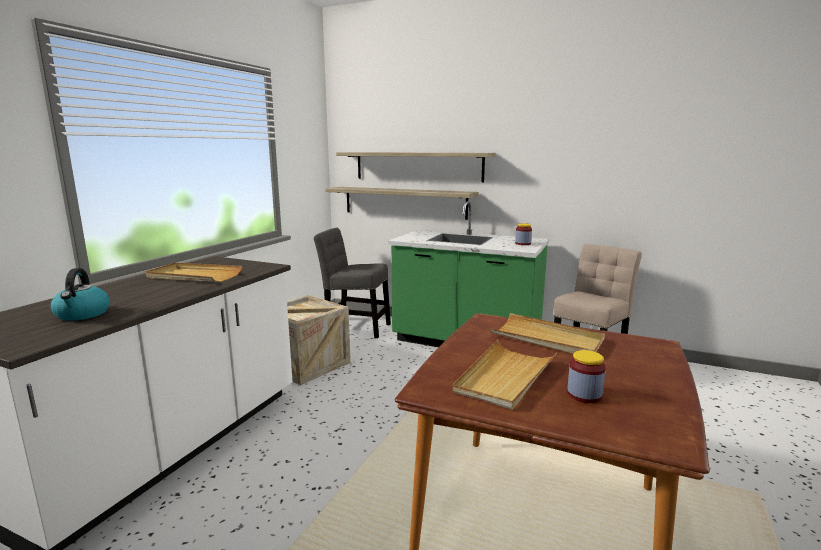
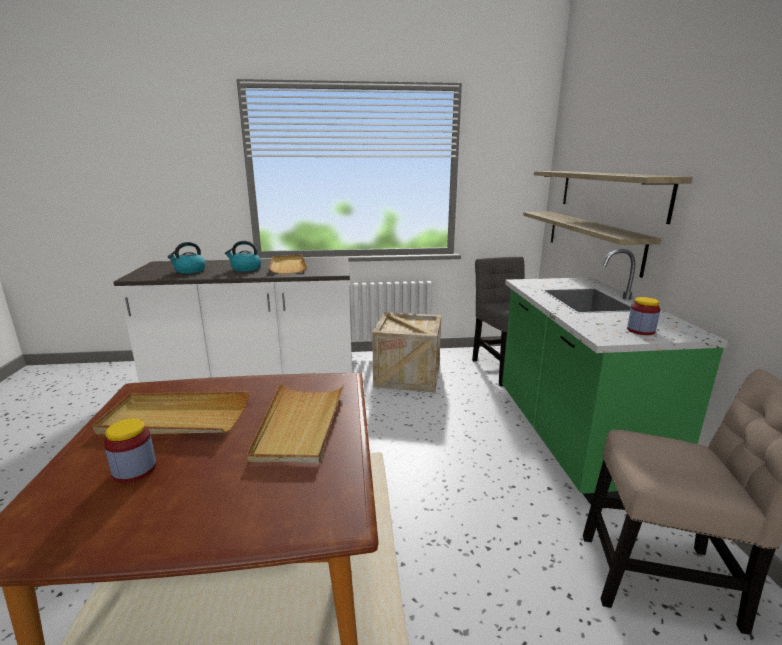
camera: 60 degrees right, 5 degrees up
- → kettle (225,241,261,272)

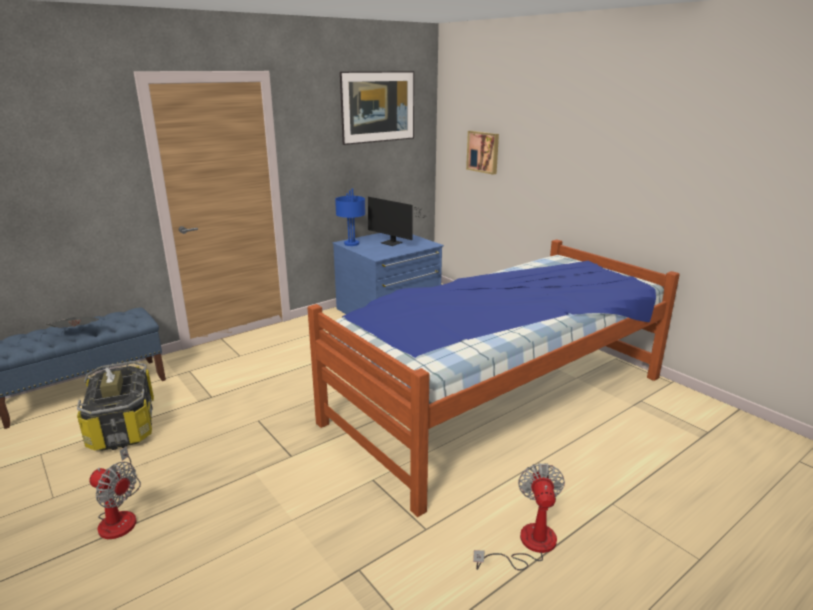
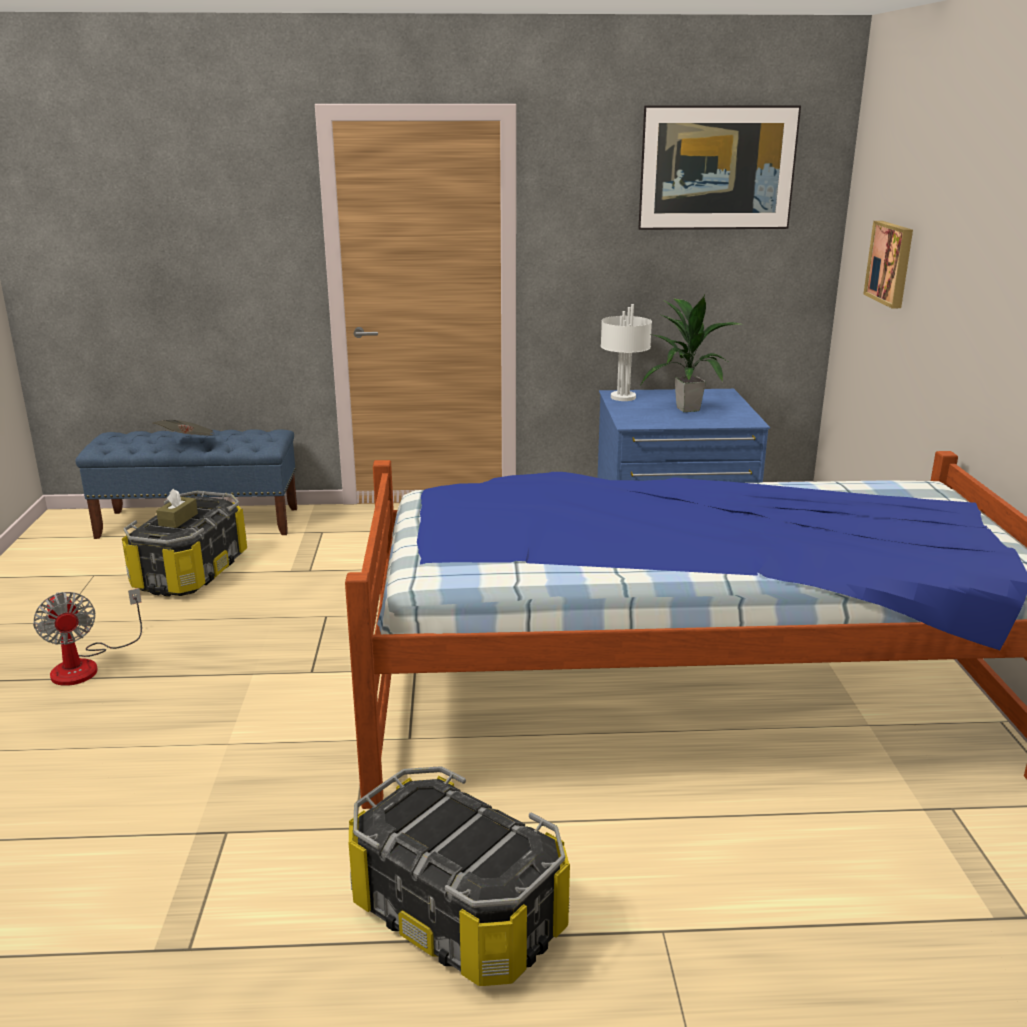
camera: 35 degrees right, 0 degrees up
blue table lamp (335,188,365,246) → white table lamp (601,304,652,401)
monitor (368,197,428,246) → potted plant (639,295,741,412)
fan (473,463,565,570) → storage box (349,766,570,986)

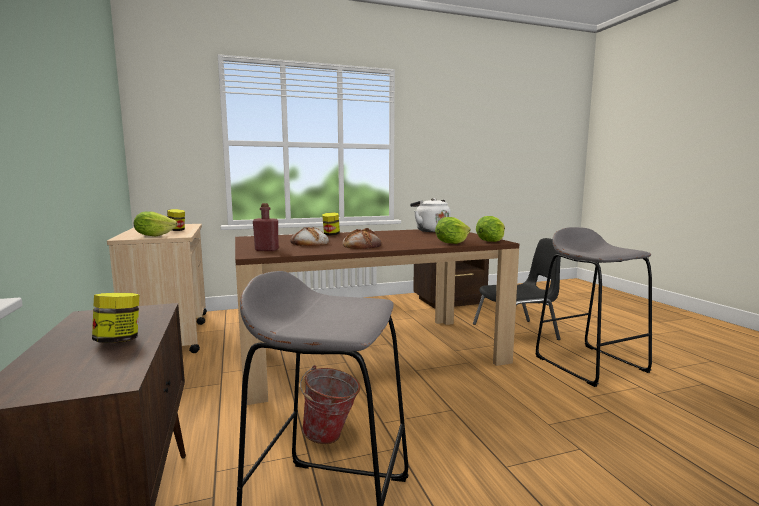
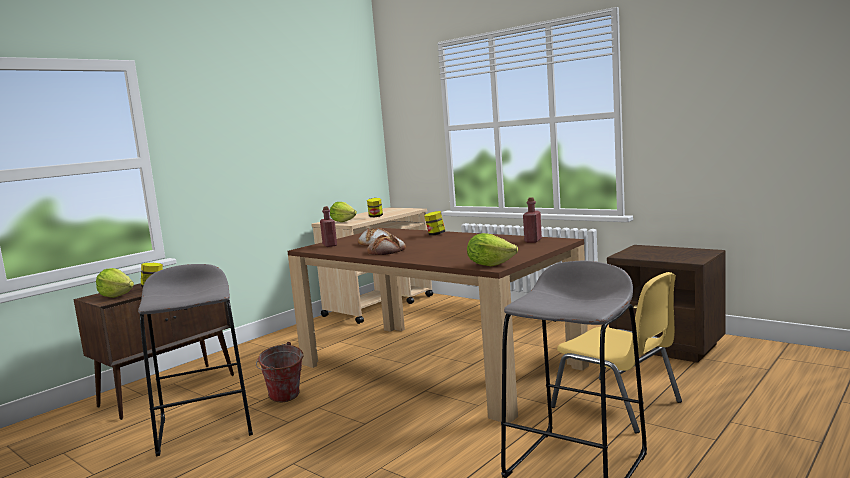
camera: 60 degrees right, 0 degrees up
white kettle (410,198,451,232) → red bottle (523,197,542,243)
lettuce (435,217,471,244) → lettuce (96,268,134,298), move
black chair (473,238,561,340) → yellow chair (551,272,682,433)

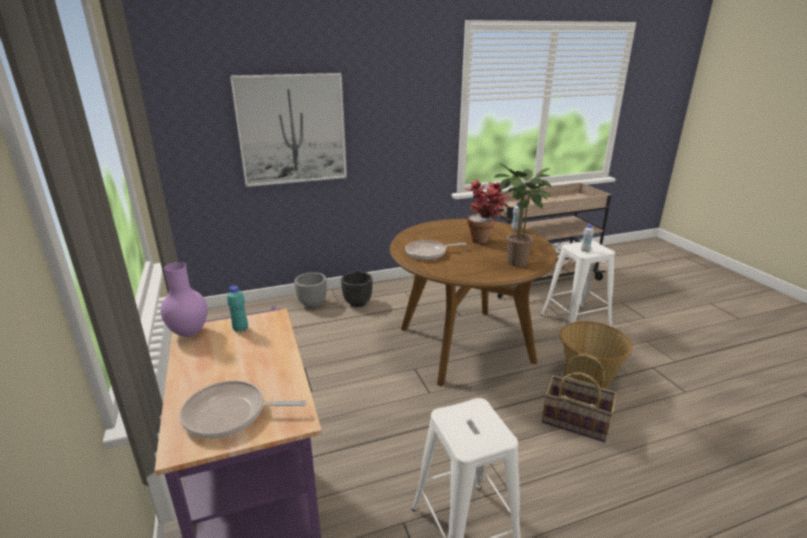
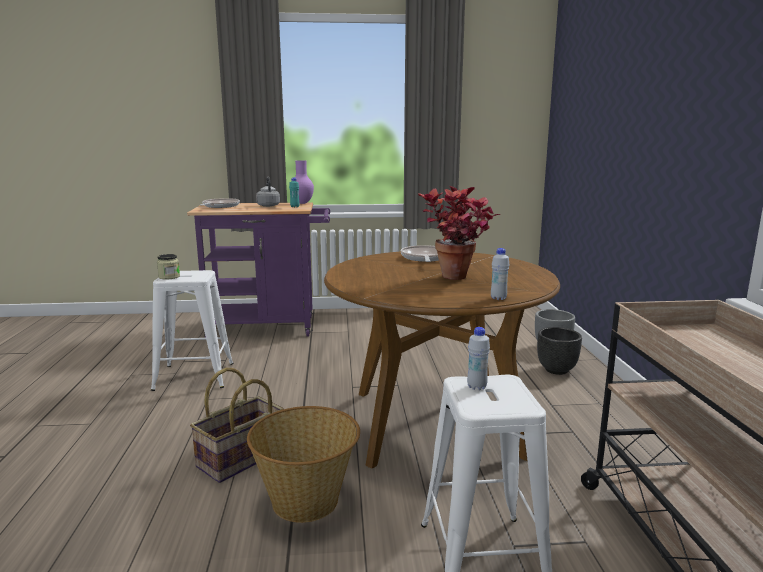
camera: 105 degrees right, 10 degrees down
picture (230,73,347,187) → -
potted plant (494,163,552,267) → -
- → jar (157,254,180,280)
- → grey kettle (256,177,280,207)

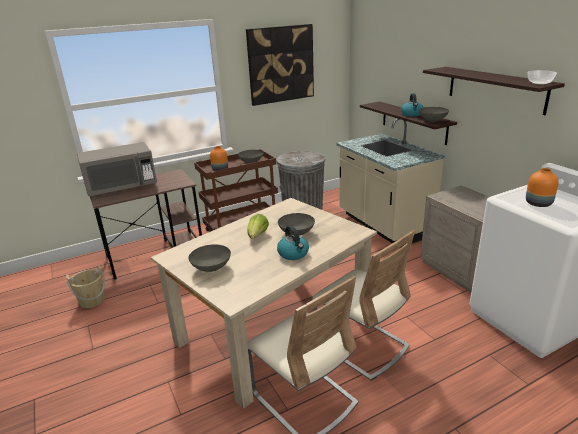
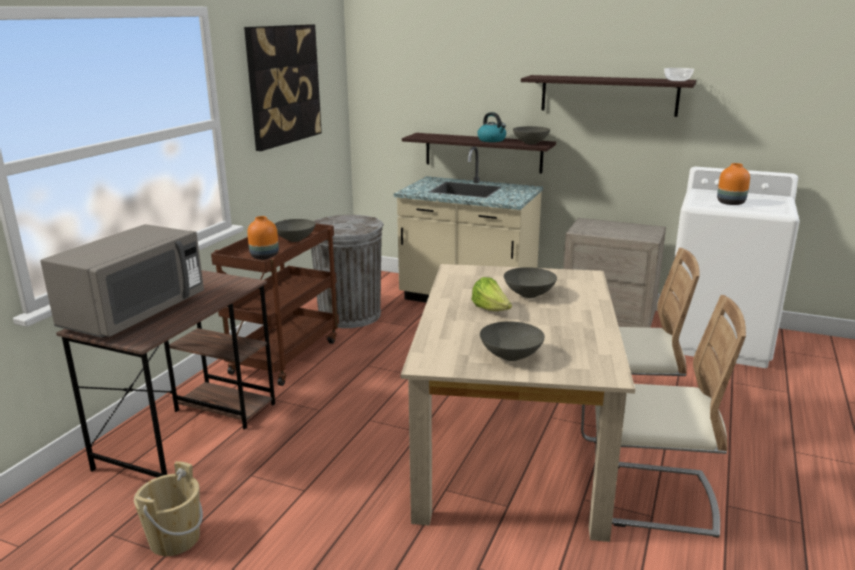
camera: 40 degrees left, 5 degrees down
kettle (277,225,309,260) → -

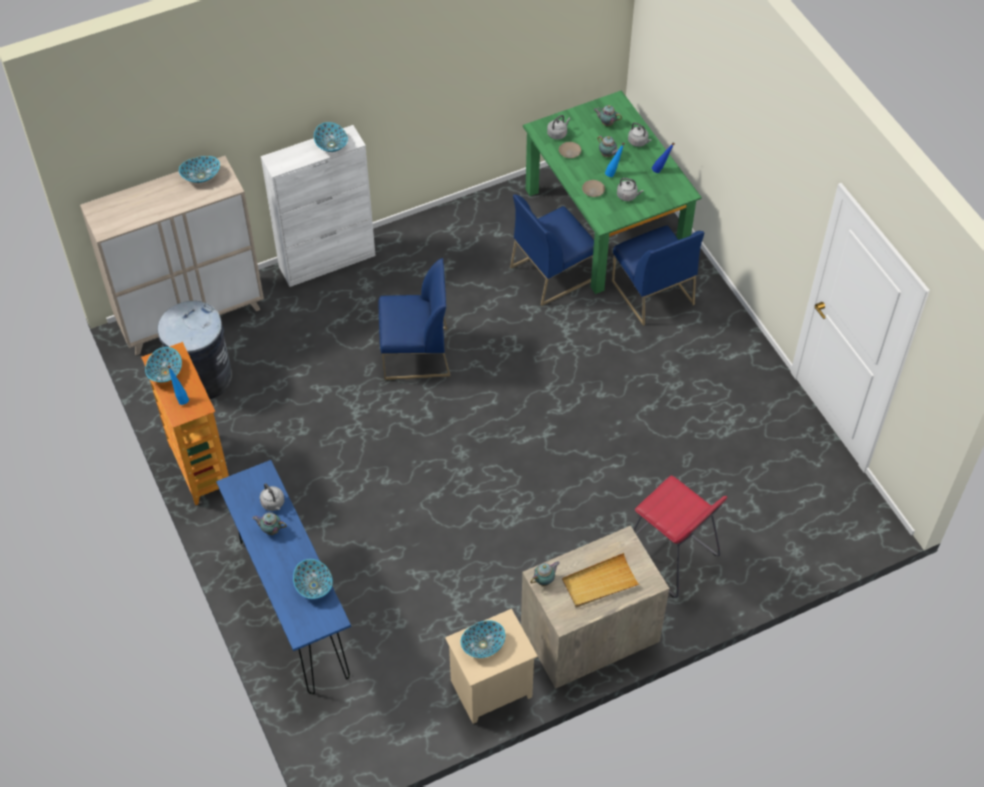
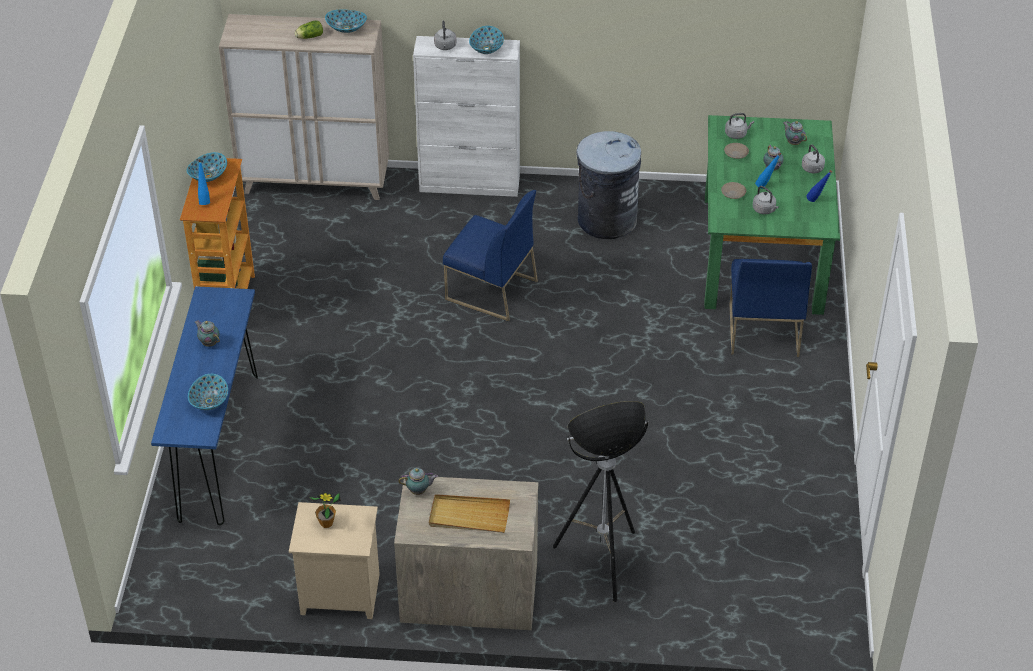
camera: 30 degrees right, 10 degrees down
grey trash can (157,301,232,399) → grey trash can (576,131,641,239), move
grey kettle (260,483,284,511) → grey kettle (434,21,456,50), move
bowl (461,620,505,658) → potted plant (309,492,341,528)
blue chair (510,194,594,306) → -
red stool (633,476,727,598) → floor lamp (553,401,648,602)
- → lettuce (294,20,323,39)

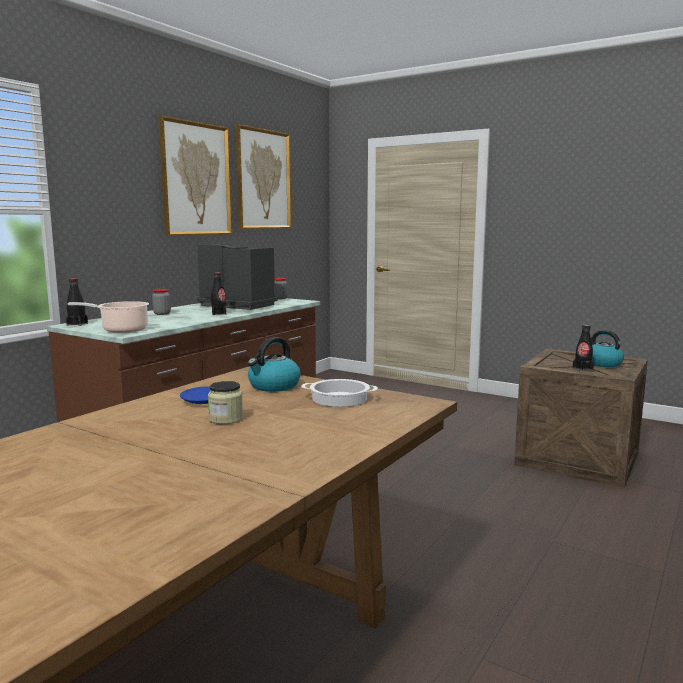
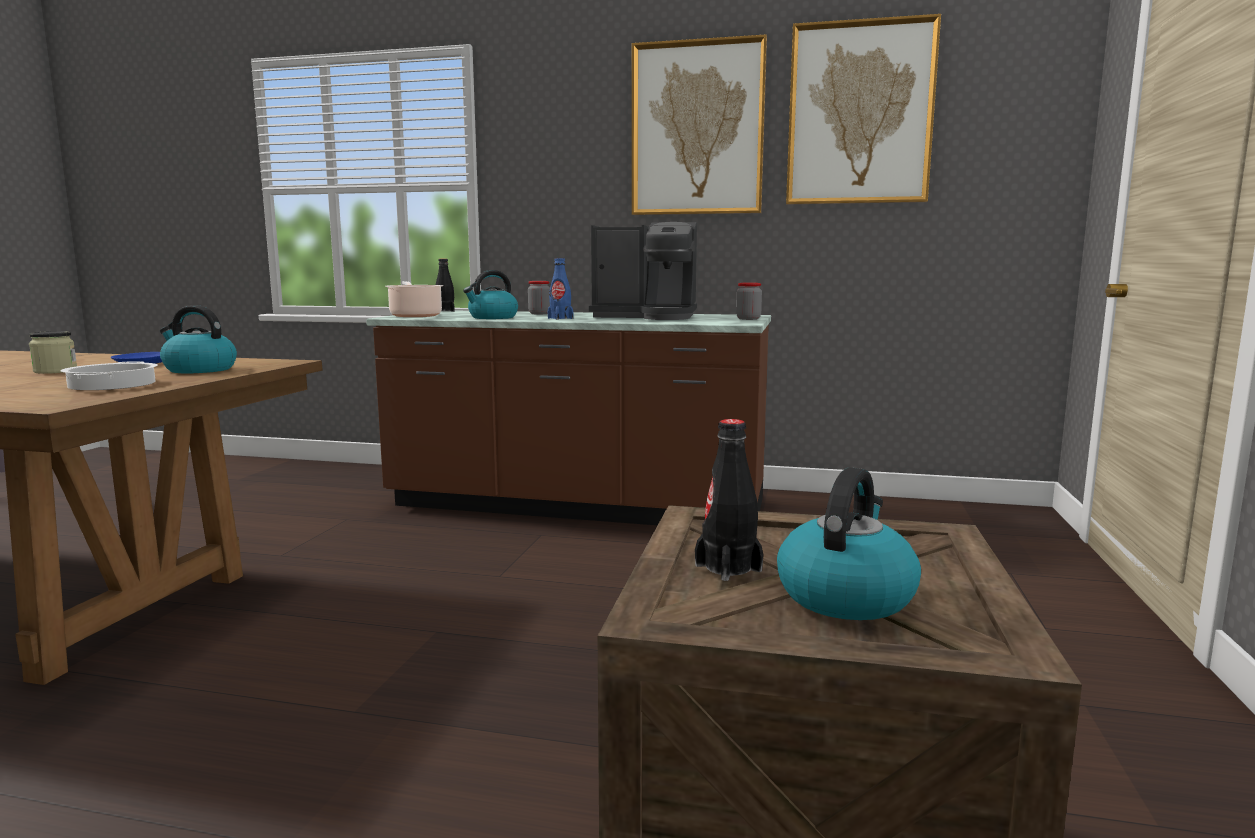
camera: 70 degrees right, 0 degrees up
coffee machine (197,244,277,310) → coffee machine (589,222,697,320), 90 degrees clockwise
black bottle (211,272,226,315) → blue bottle (548,258,574,320)
- → kettle (463,270,518,319)

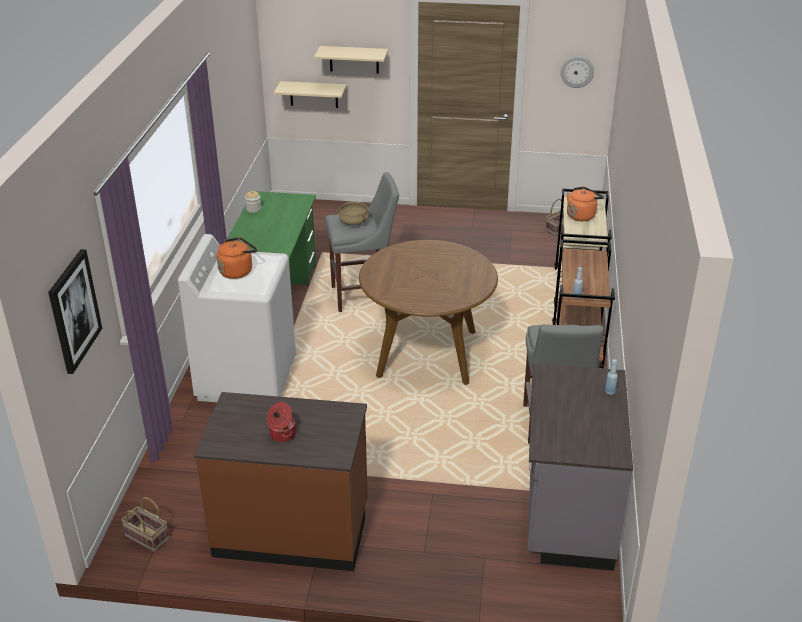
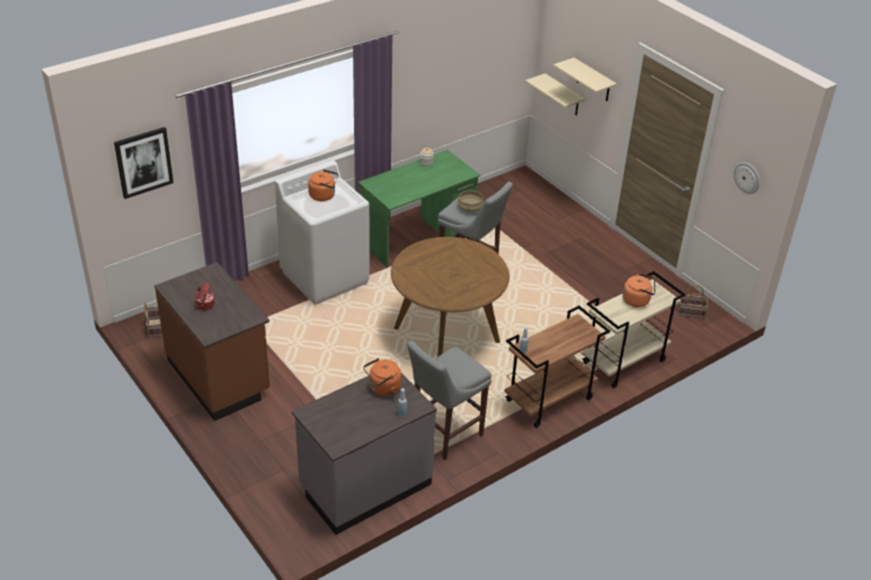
camera: 45 degrees right, 5 degrees up
- → orange kettle (363,358,401,396)

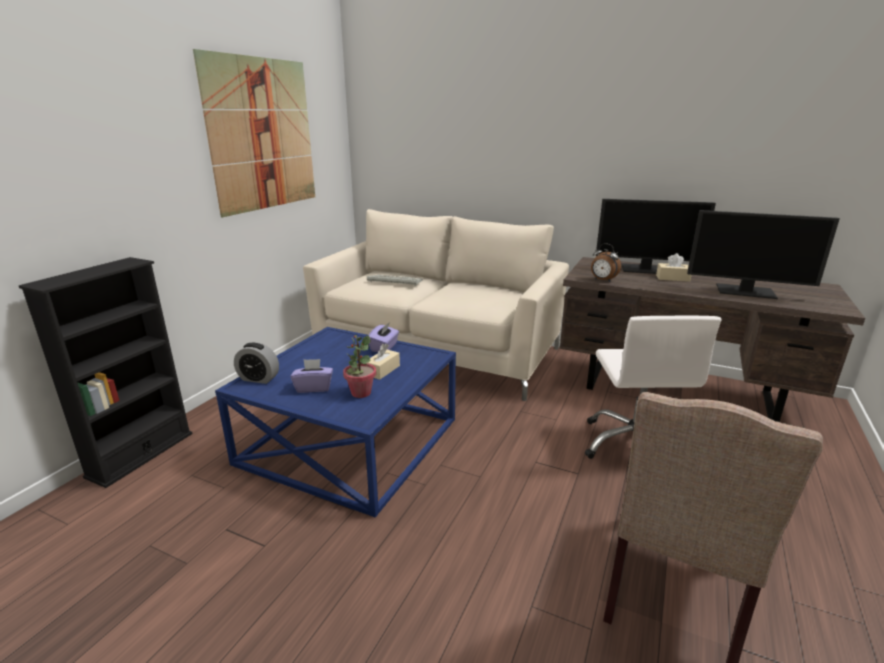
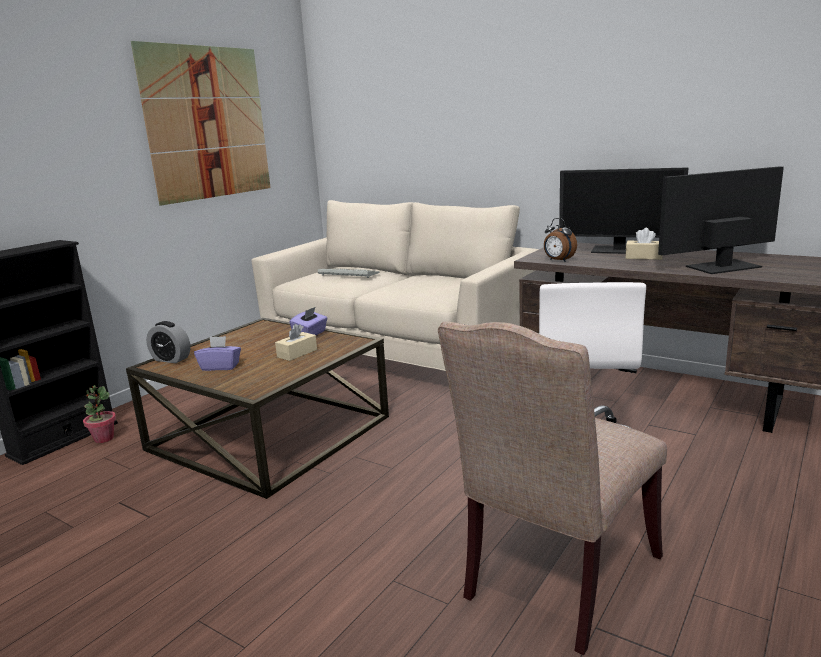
camera: 10 degrees right, 5 degrees down
blue coffee table (215,327,456,518) → brown coffee table (126,318,389,499)
potted plant (343,335,376,398) → potted plant (83,385,116,443), move
monitor (687,210,839,299) → monitor (658,166,784,274), 135 degrees clockwise

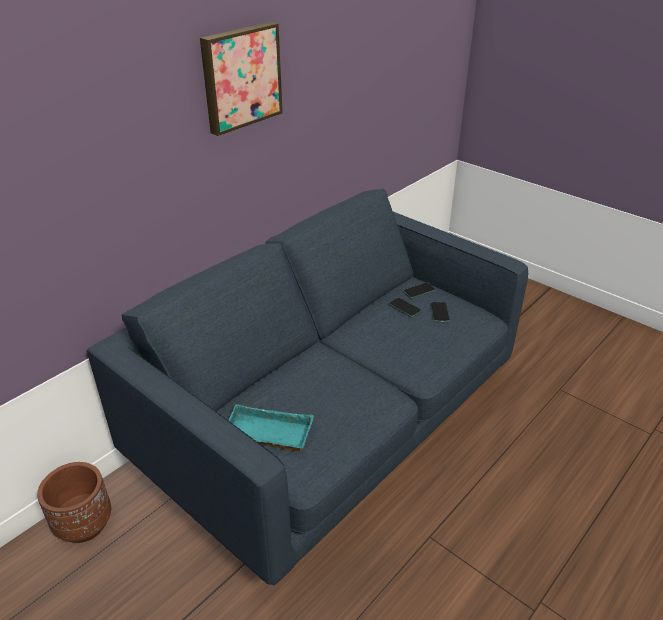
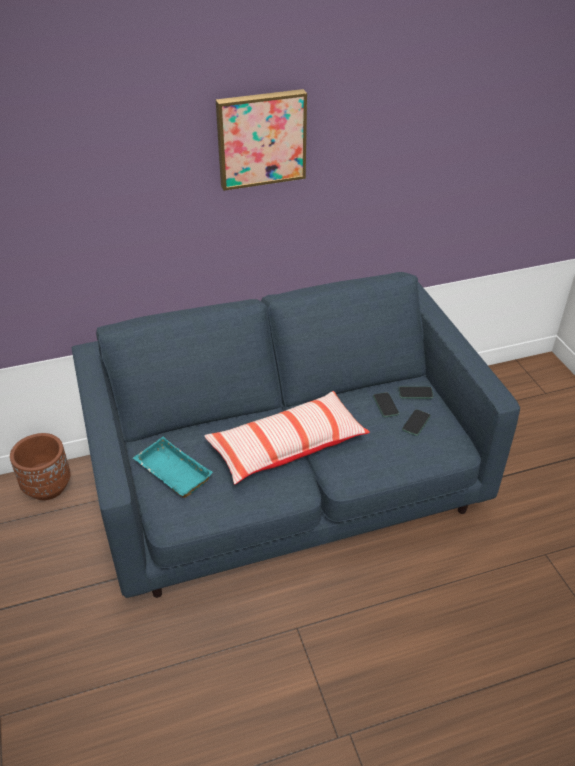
camera: 30 degrees right, 5 degrees up
- → pillow (204,391,370,484)

